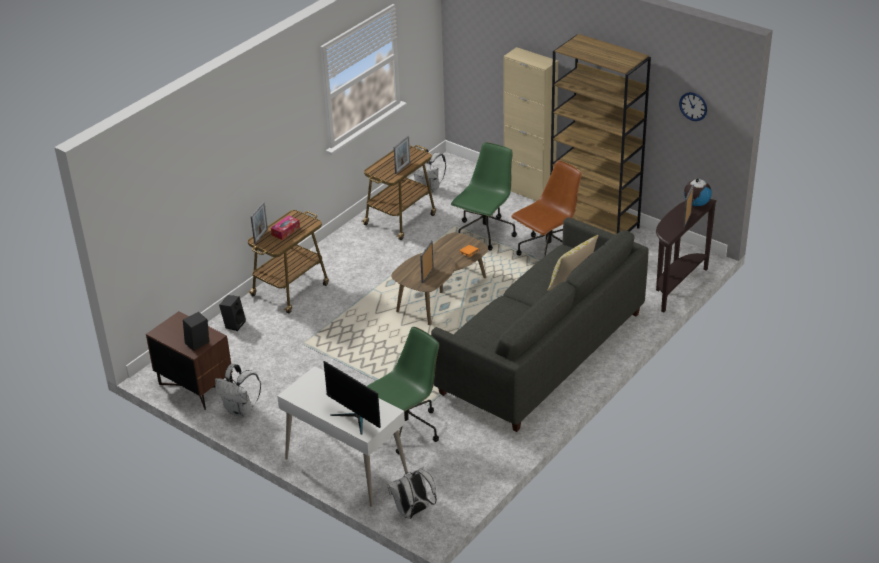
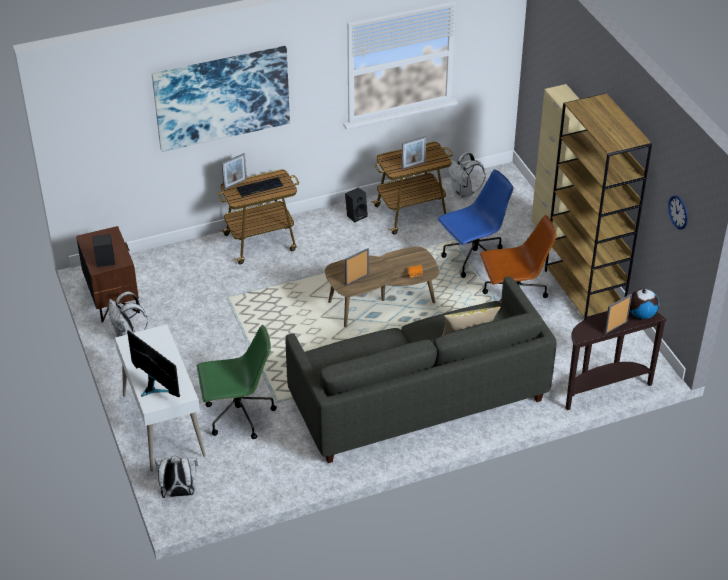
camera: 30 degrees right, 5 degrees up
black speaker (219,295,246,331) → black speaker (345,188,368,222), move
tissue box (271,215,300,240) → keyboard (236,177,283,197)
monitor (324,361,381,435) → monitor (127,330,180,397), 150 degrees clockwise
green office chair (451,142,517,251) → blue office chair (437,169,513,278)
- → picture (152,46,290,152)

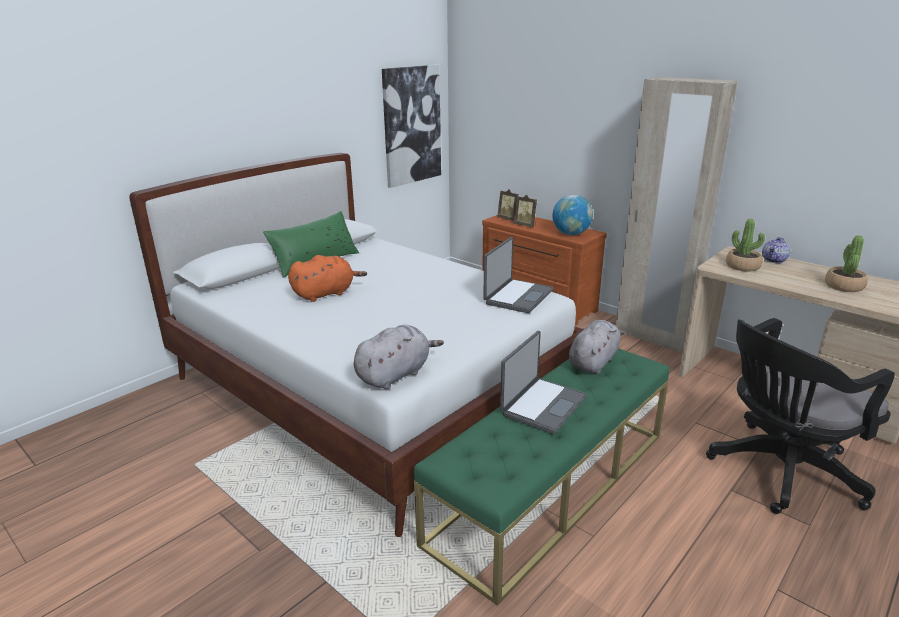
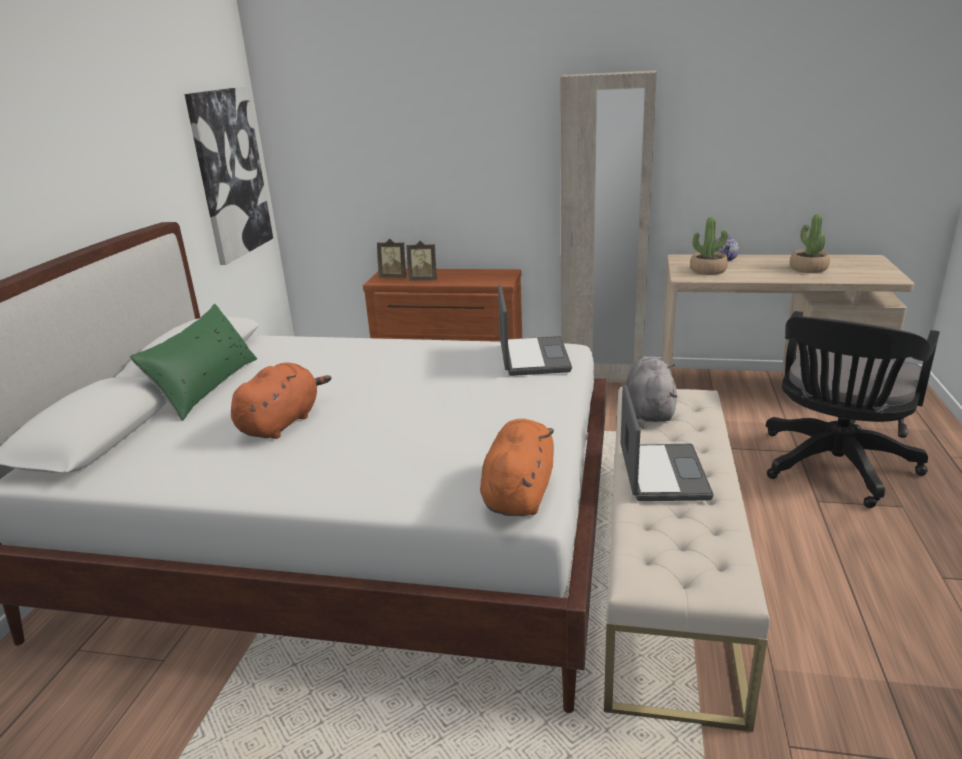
camera: 30 degrees left, 0 degrees up
grey plush toy (354,325,444,389) → orange plush toy (480,419,554,516)
green bench (414,348,670,606) → beige bench (604,387,770,732)
globe (552,195,593,235) → -

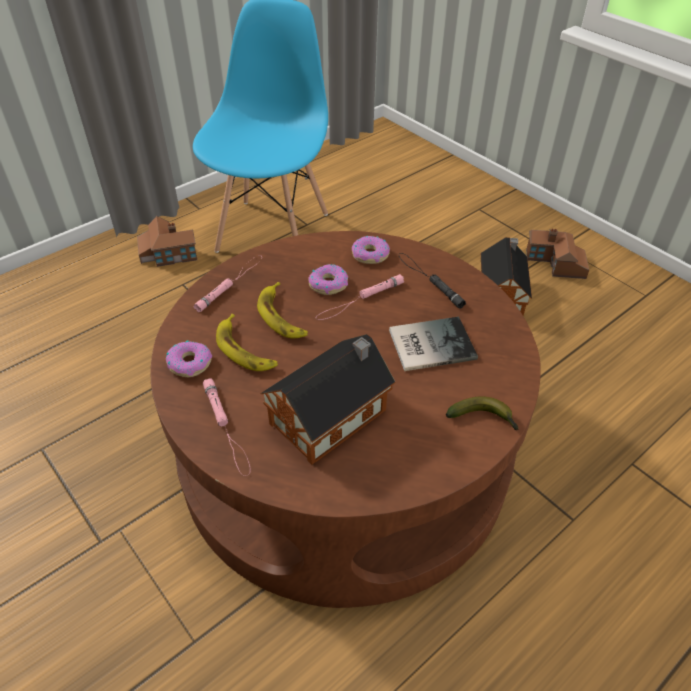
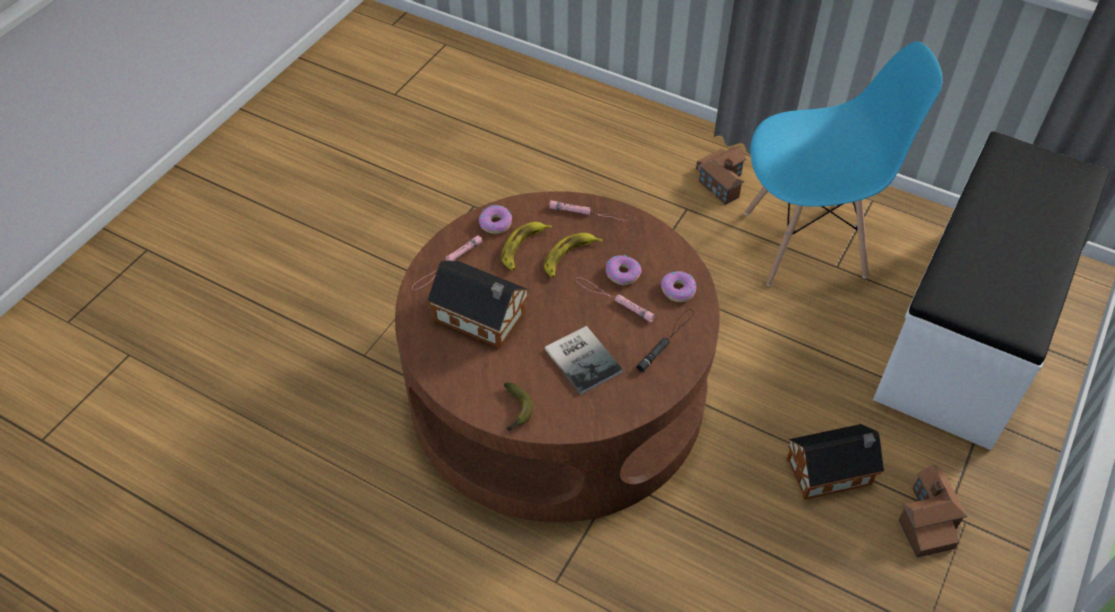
camera: 70 degrees right, 5 degrees up
- → white bench (873,131,1109,450)

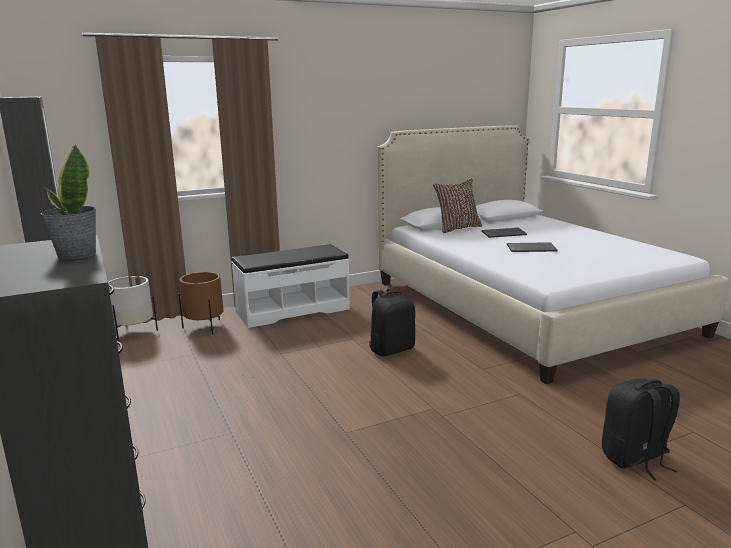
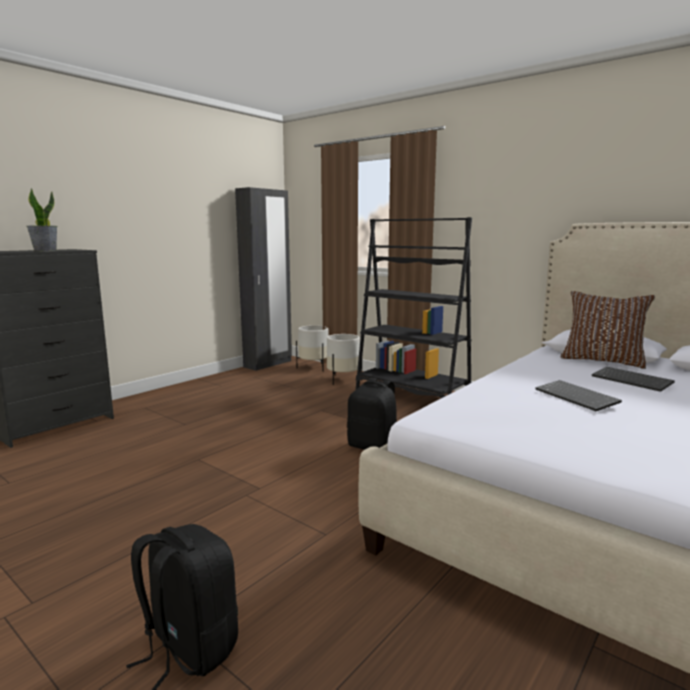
camera: 65 degrees right, 5 degrees down
brown planter (179,272,224,335) → white planter (327,334,362,385)
white bench (231,244,350,328) → black bookcase (355,217,472,398)

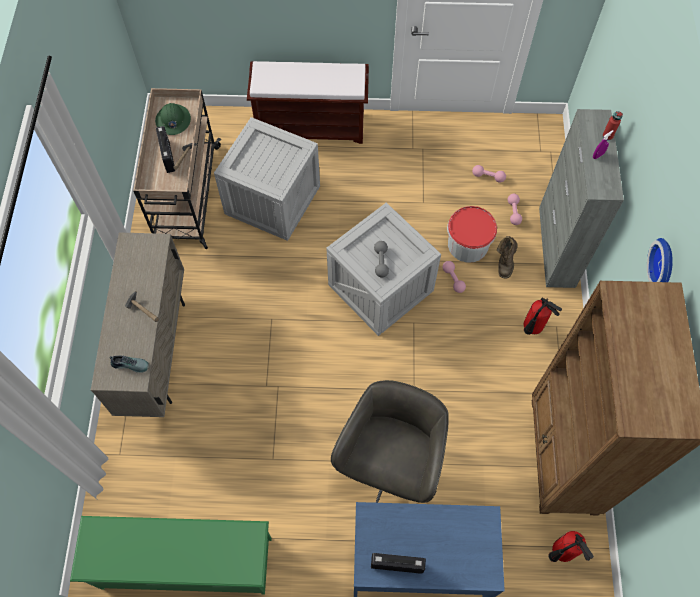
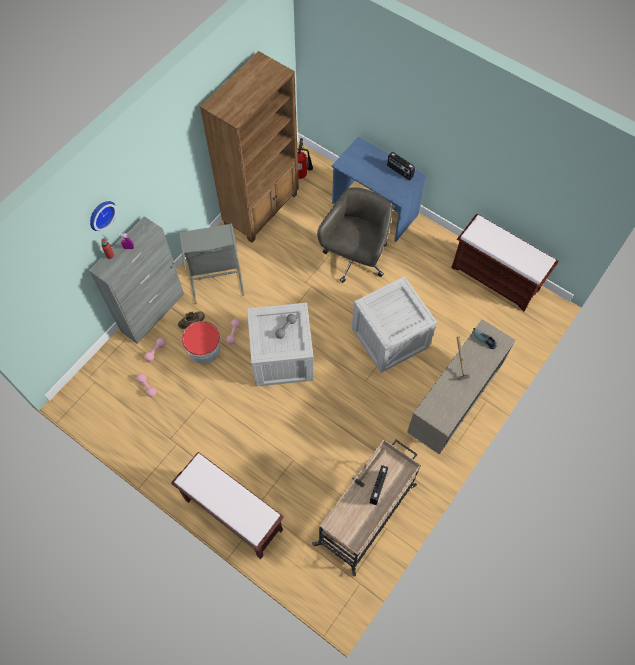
camera: 145 degrees left, 0 degrees up
green shoe rack (70,516,272,595) → brown bench (451,213,558,311)
green hard hat (155,103,191,135) → -
crate (214,117,320,241) → crate (352,276,437,373), move
grey office chair (331,380,449,503) → grey office chair (317,187,393,283), 150 degrees clockwise
fire extinguisher (524,298,562,335) → grey laundry basket (179,224,244,304)
wall clock (647,238,673,282) → wall clock (90,201,117,231), move

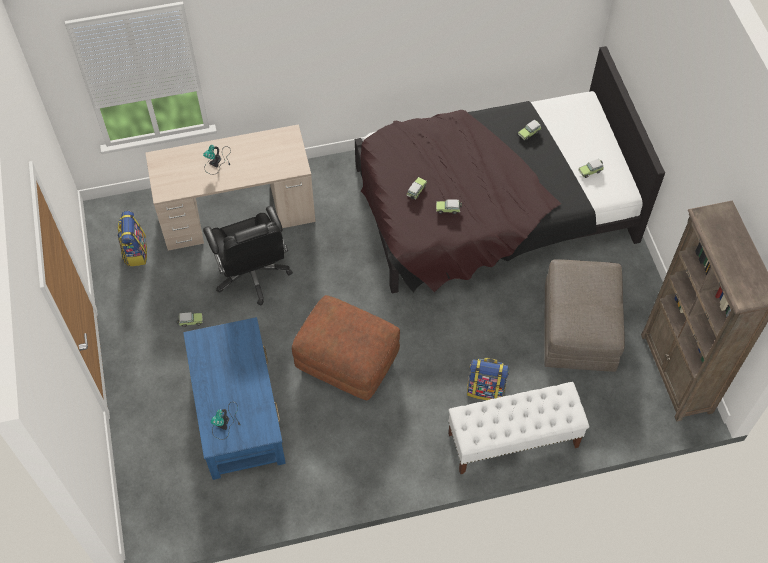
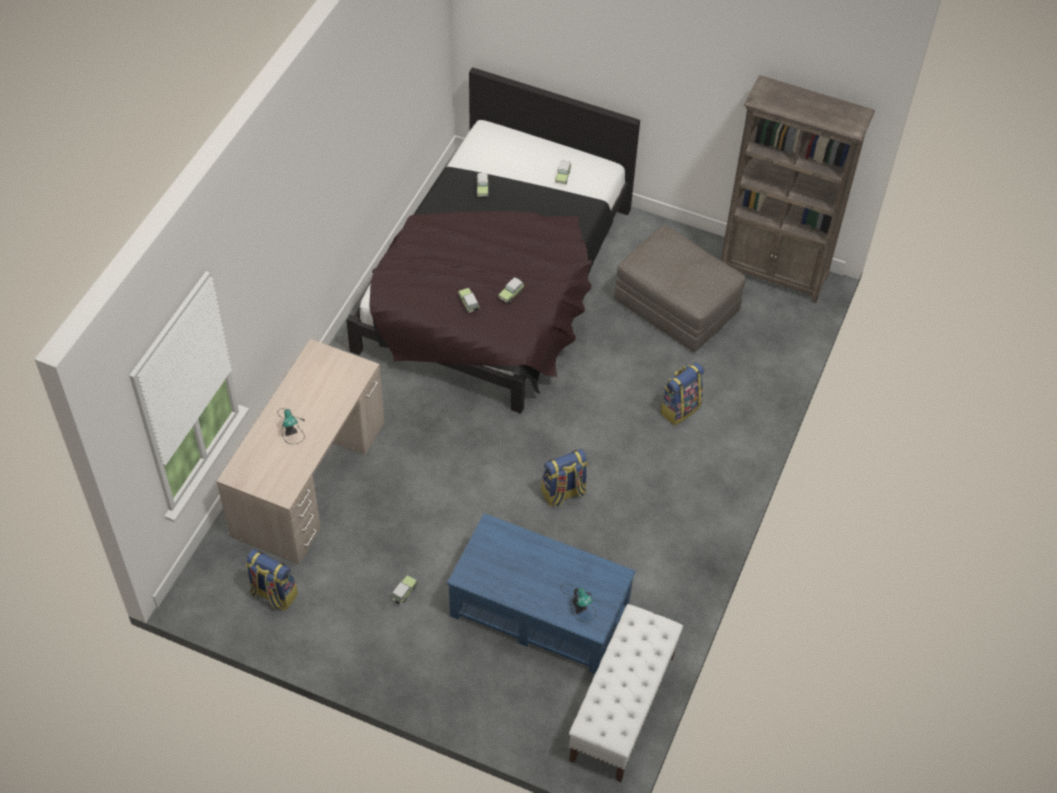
camera: 55 degrees left, 5 degrees down
black office chair (203,206,293,305) → -
brown ottoman (292,295,400,400) → backpack (541,449,588,506)
white bench (448,382,589,474) → white bench (569,604,683,782), move

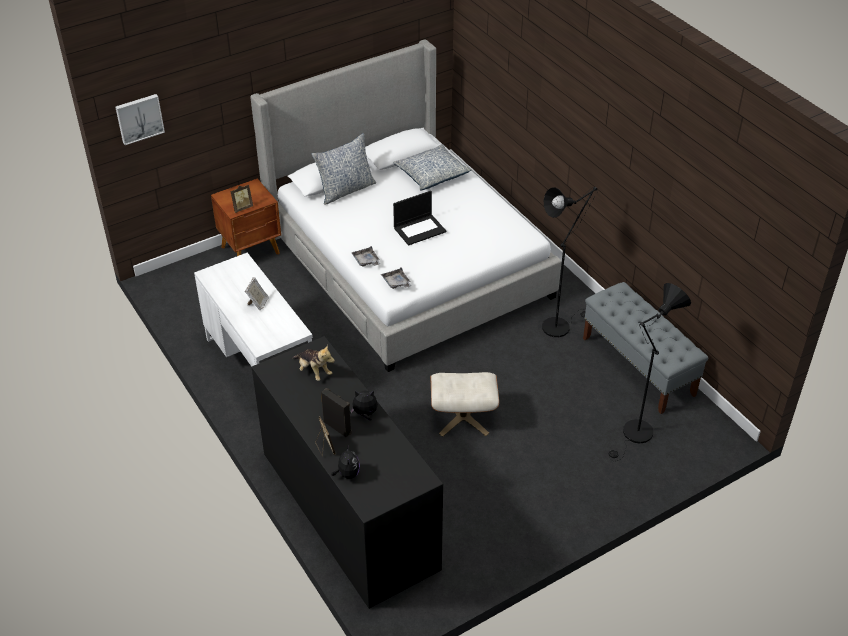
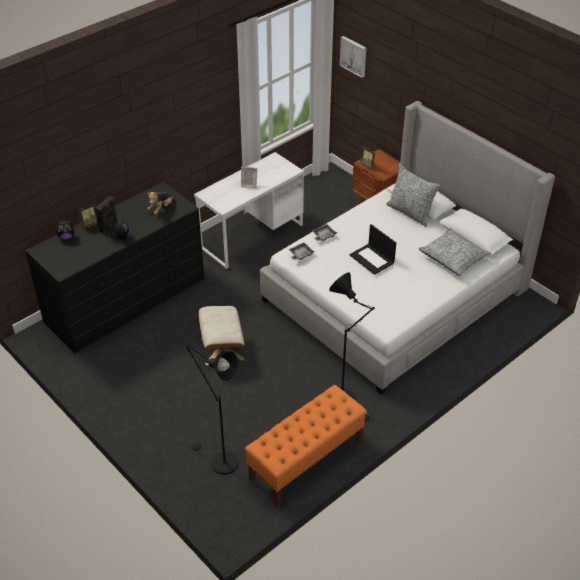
camera: 80 degrees right, 0 degrees up
grey bench (583,282,708,414) → orange bench (245,385,367,507)

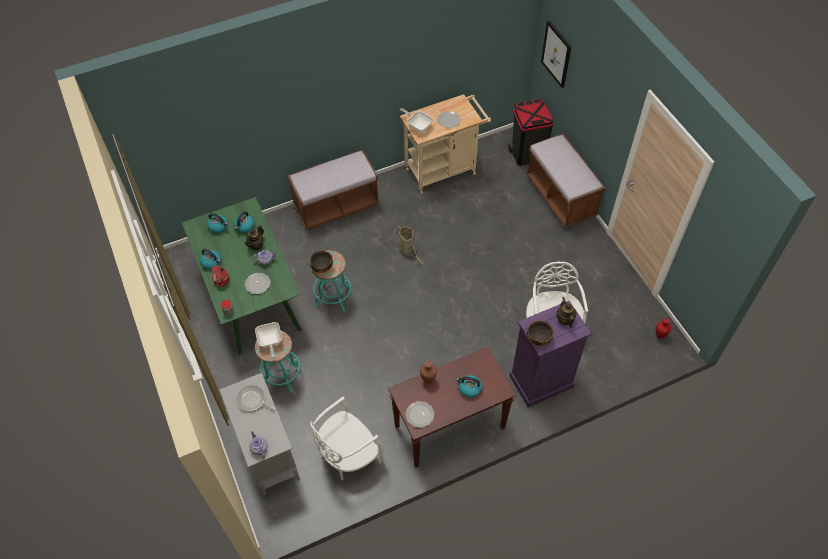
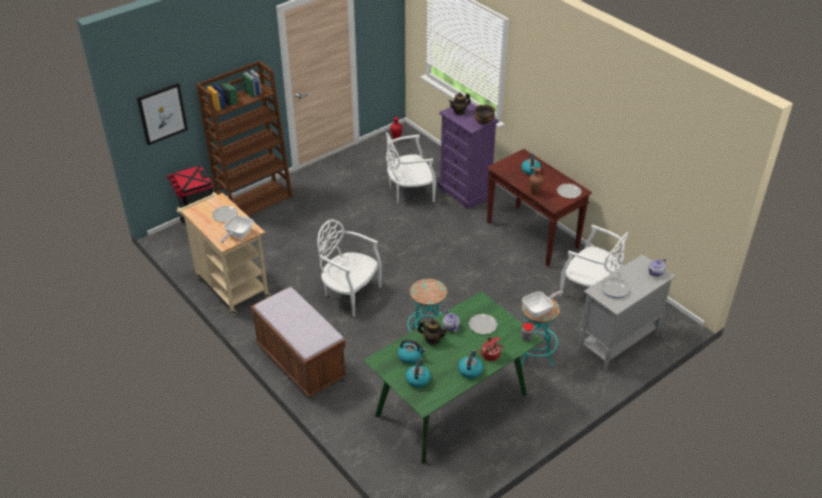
camera: 105 degrees left, 15 degrees down
bowl (310,250,333,273) → -
basket (388,226,424,264) → white chair (317,219,382,317)
brown bench (526,134,606,228) → brown bookcase (196,61,293,216)

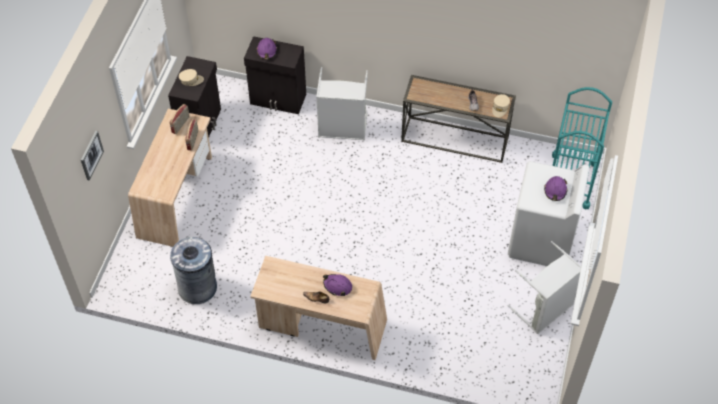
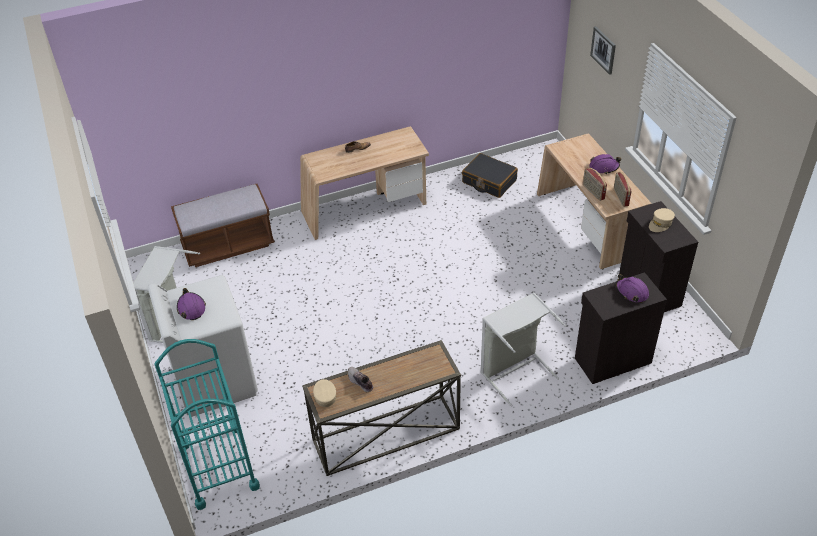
camera: 145 degrees right, 10 degrees down
grey trash can (170,237,217,304) → black suitcase (462,153,518,198)
purple hard hat (323,274,352,296) → purple hard hat (589,154,621,174), move
- → brown bench (171,184,275,267)

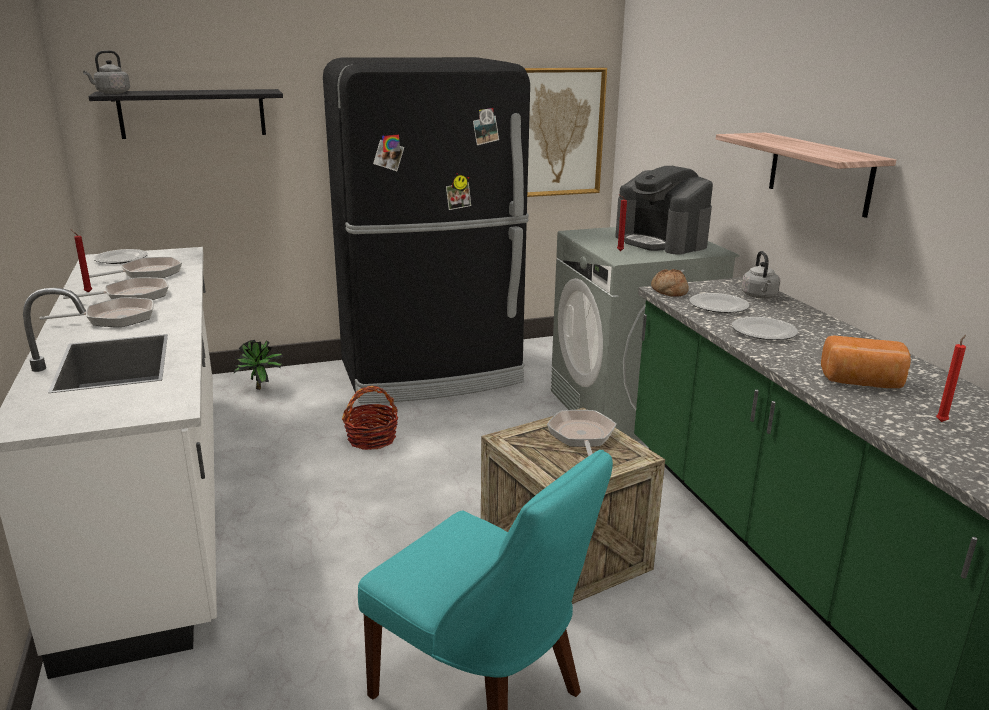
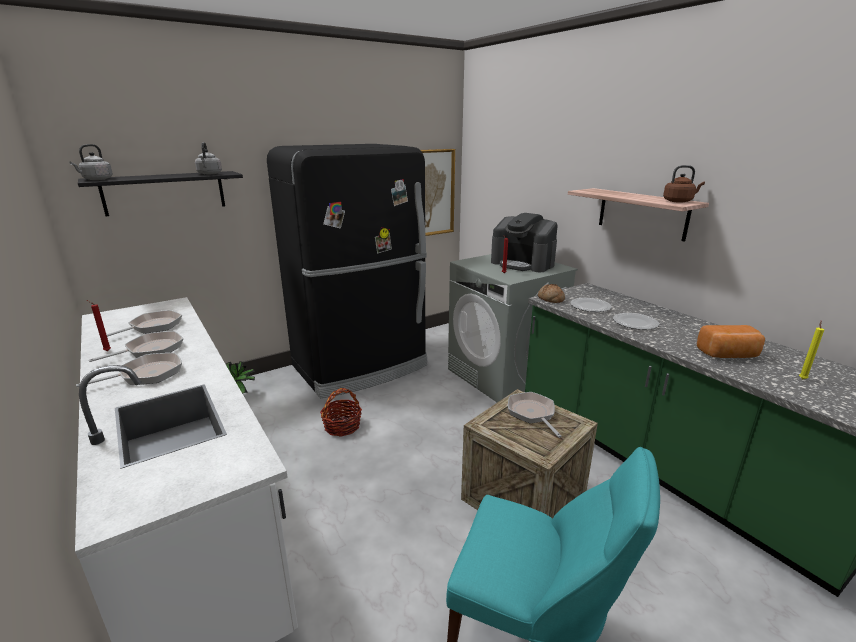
camera: 15 degrees left, 0 degrees up
plate (93,249,148,264) → -
grey kettle (741,251,780,298) → grey kettle (195,142,222,175), move
red candle (936,335,966,422) → yellow candle (799,321,824,379)
- → brown kettle (663,165,705,203)

